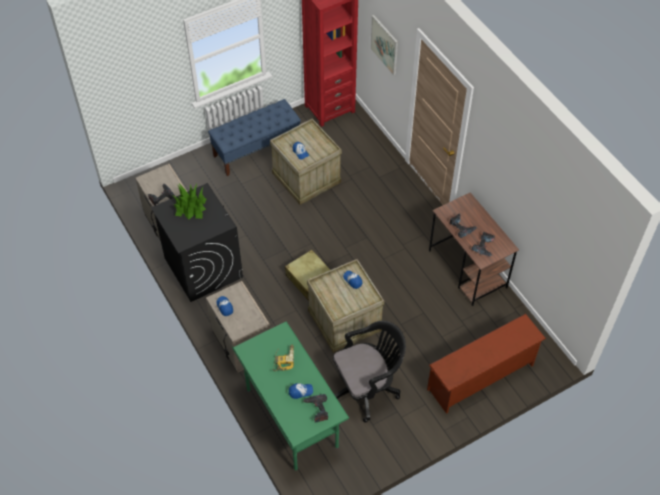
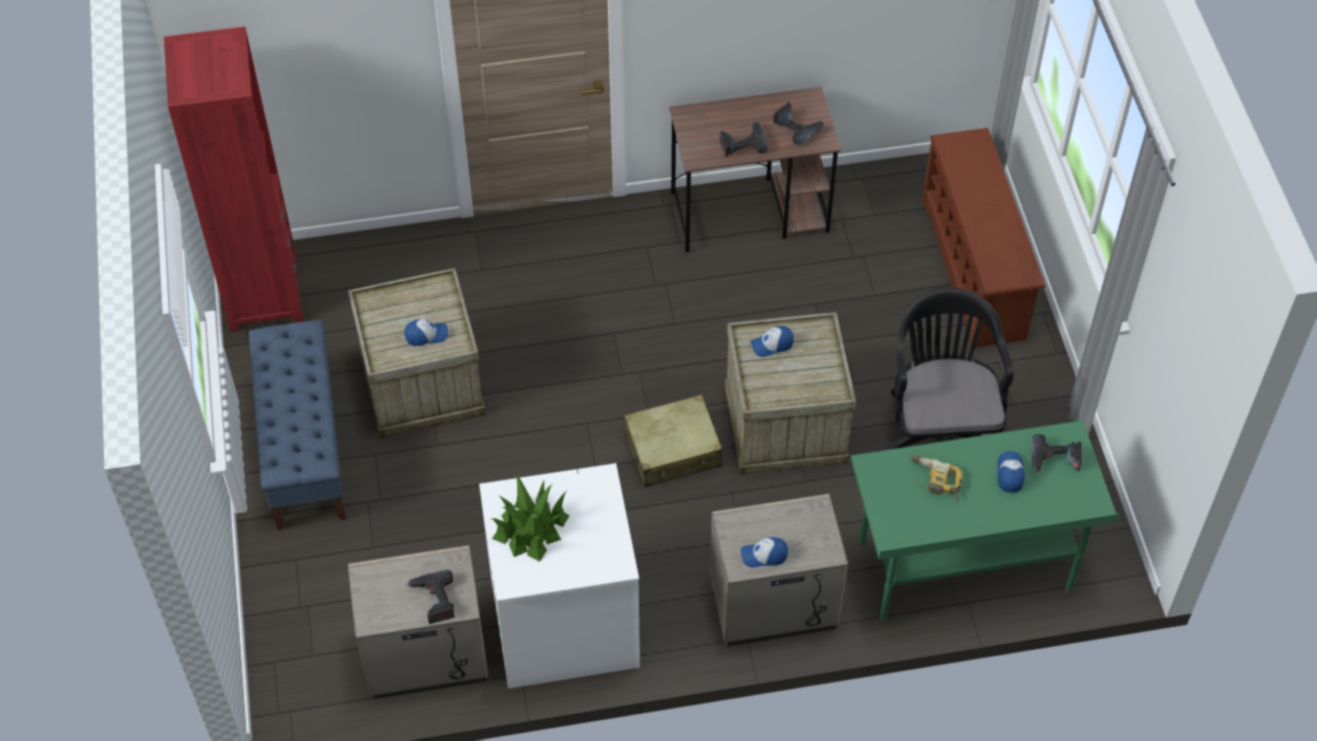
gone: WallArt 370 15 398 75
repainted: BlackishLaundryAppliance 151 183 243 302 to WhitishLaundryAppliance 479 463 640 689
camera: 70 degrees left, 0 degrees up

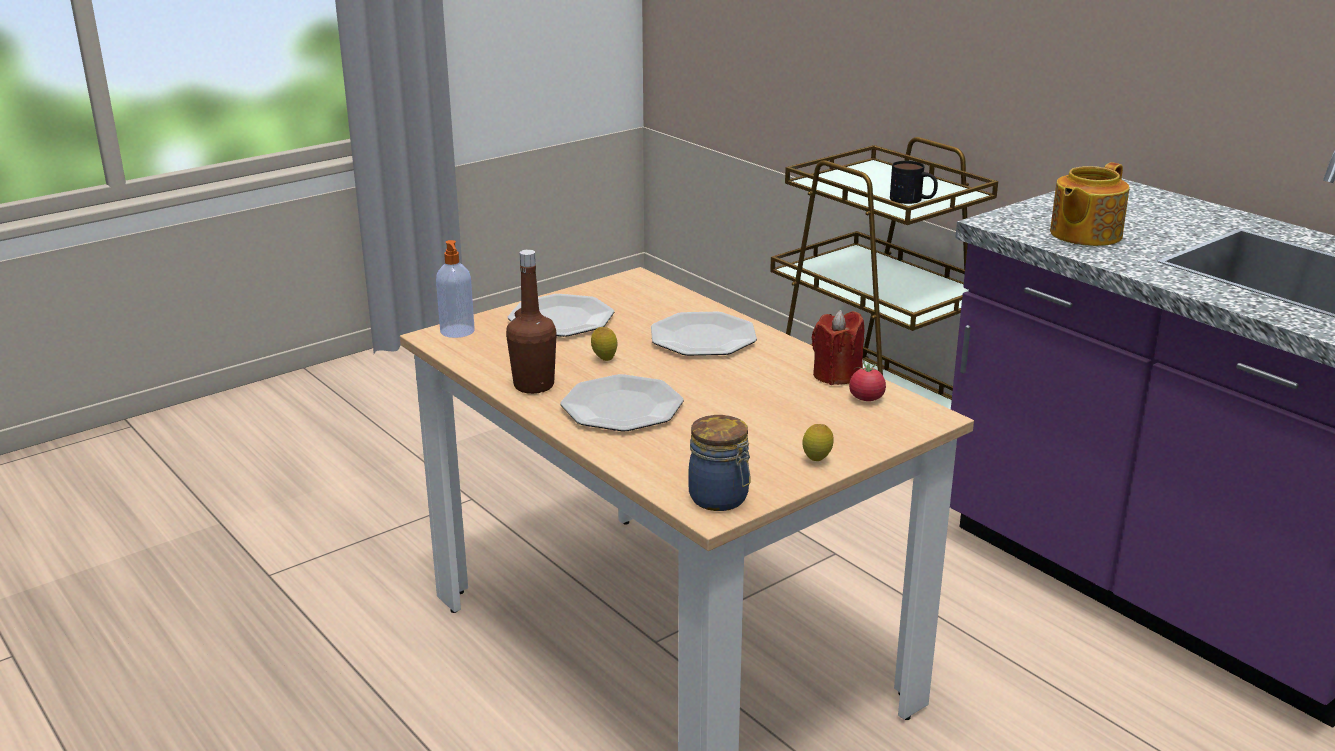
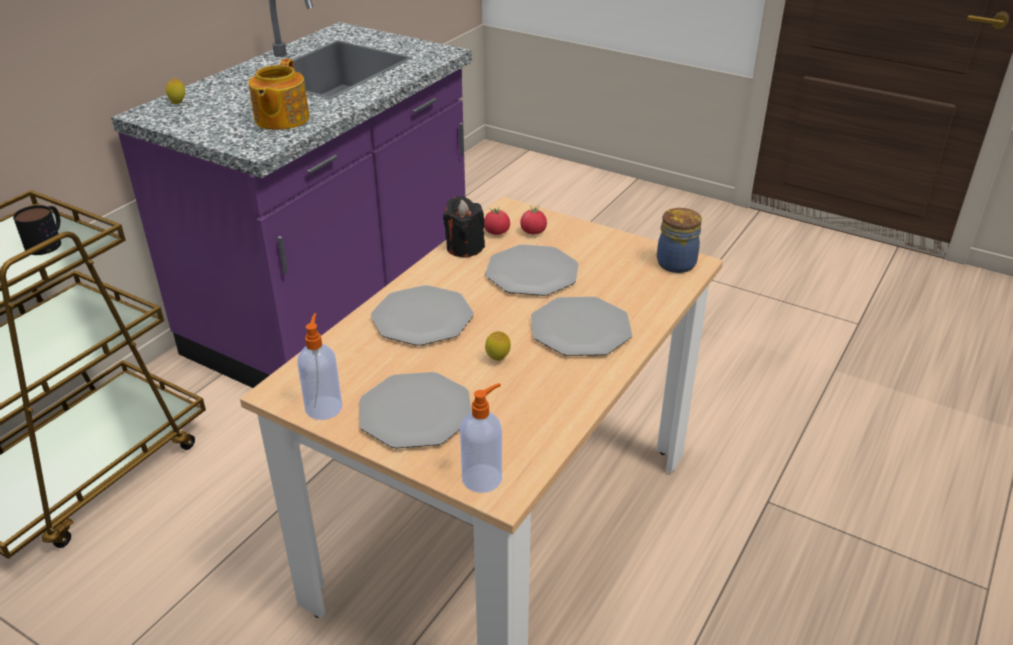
gone: BrownishDrinkBottle 506 249 557 394
new: LiquidSoapBottle 298 313 342 420; Plate 485 244 579 296; FreshTomato 520 205 547 234
shifted: WholeLemon 802 424 834 461 to 166 78 186 104
repainted: RedColouredWaxLight 812 310 864 385 to BlackishWaxLight 443 196 485 257
rotated: TeaPot 1050 162 1129 246 = 248 59 310 130 75 degrees clockwise
camera: 110 degrees left, 10 degrees up

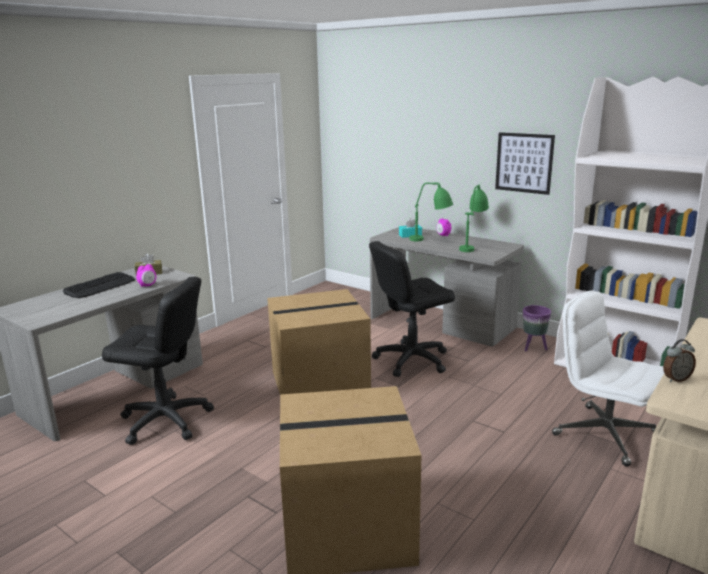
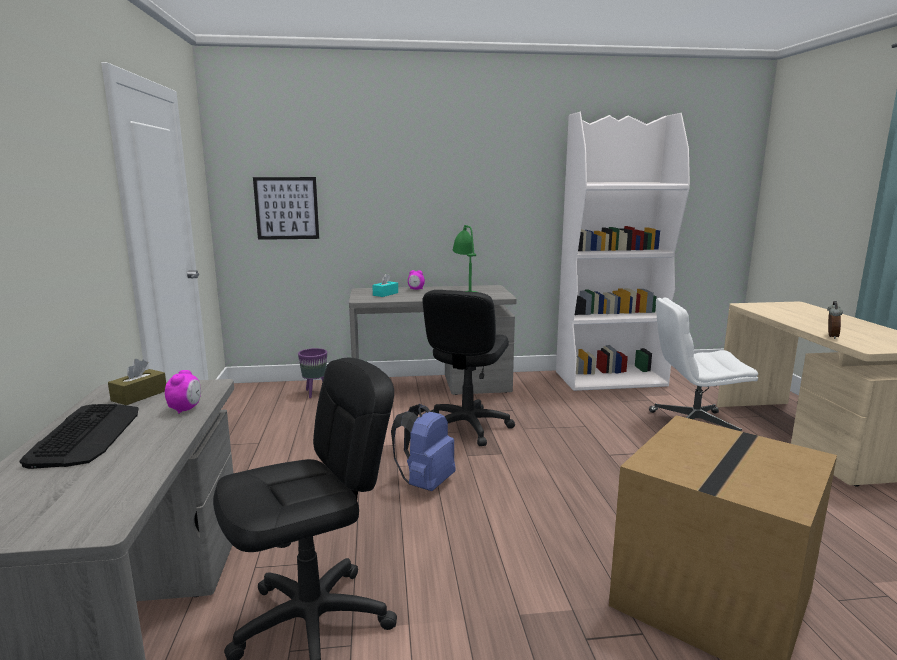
gone: GreenColouredTabletopLamp 409 183 453 241
shifted: WallArt 495 132 555 195 to 253 177 319 240; PurpleColouredPlantPot 523 305 551 352 to 298 348 327 398
swapped: Carton 267 289 371 395 to BlueBackpack 391 404 456 491
camera: 45 degrees left, 5 degrees down

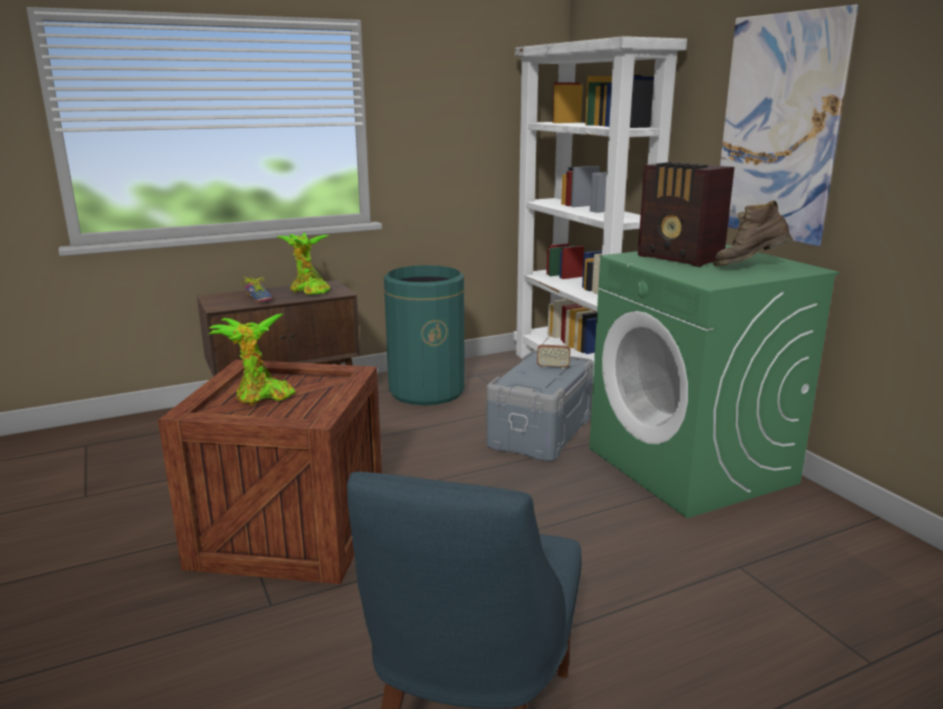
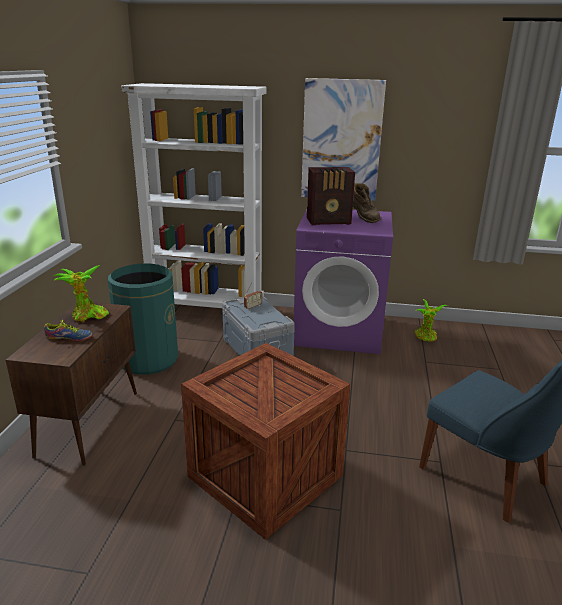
shifted: PlantInAPot 209 313 295 406 to 415 299 448 342
repainted: GreenColouredLaundryAppliance 589 245 839 518 to PurpleColouredLaundryAppliance 294 209 393 354
rotated: BrownishBoot 713 200 793 266 = 353 183 381 223 60 degrees counterclockwise
camera: 55 degrees left, 5 degrees up

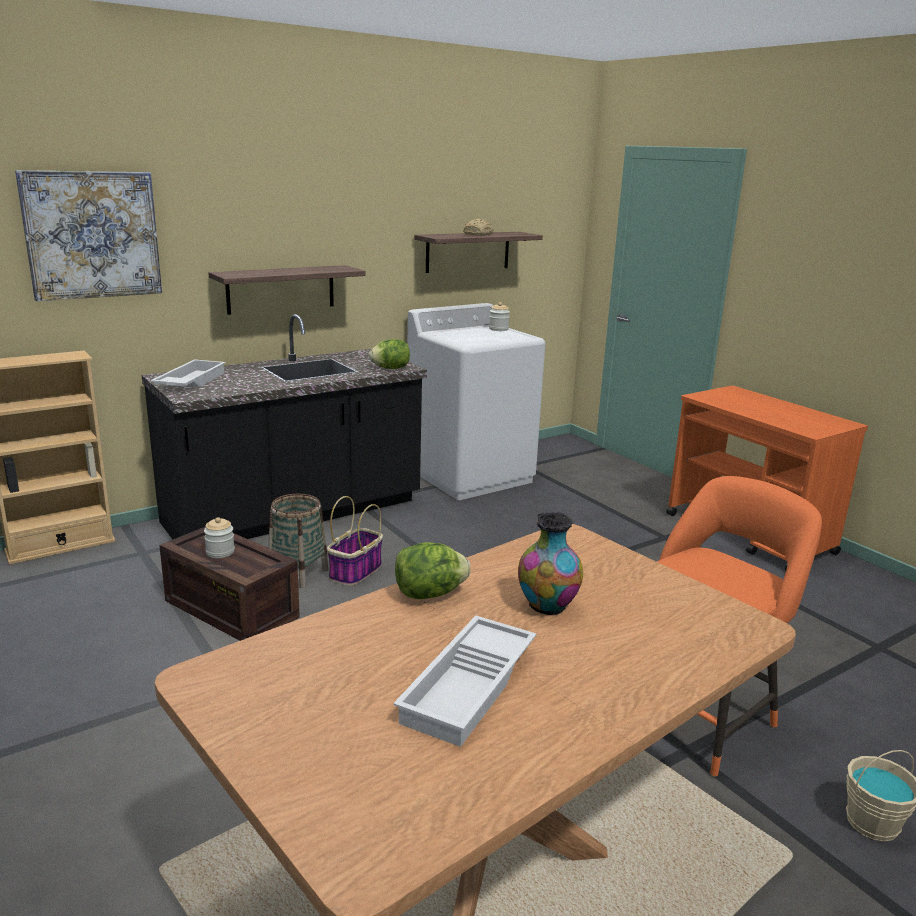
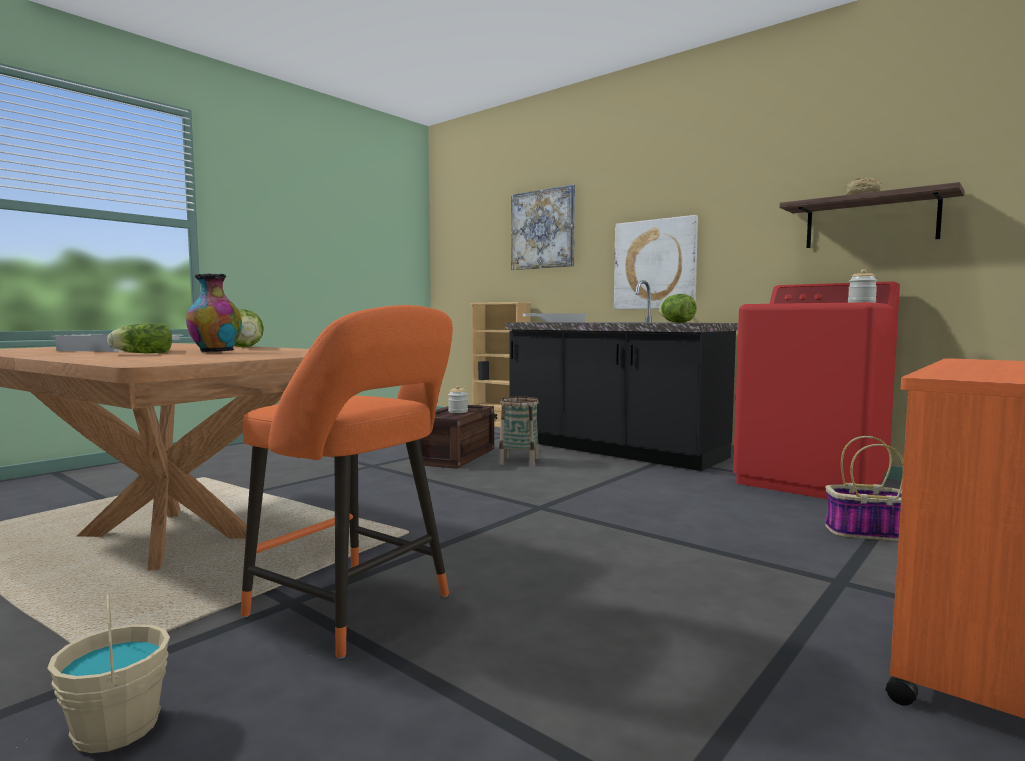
new: Lettuce 107 323 172 353
shifted: StorageBasket 327 496 383 586 to 825 436 904 541
swapped: Shelf 208 265 365 315 to WallArt 614 215 698 309
repainted: WhitishLaundryAppliance 407 303 546 500 to RedColouredLaundryAppliance 733 281 900 499
camera: 75 degrees right, 15 degrees down

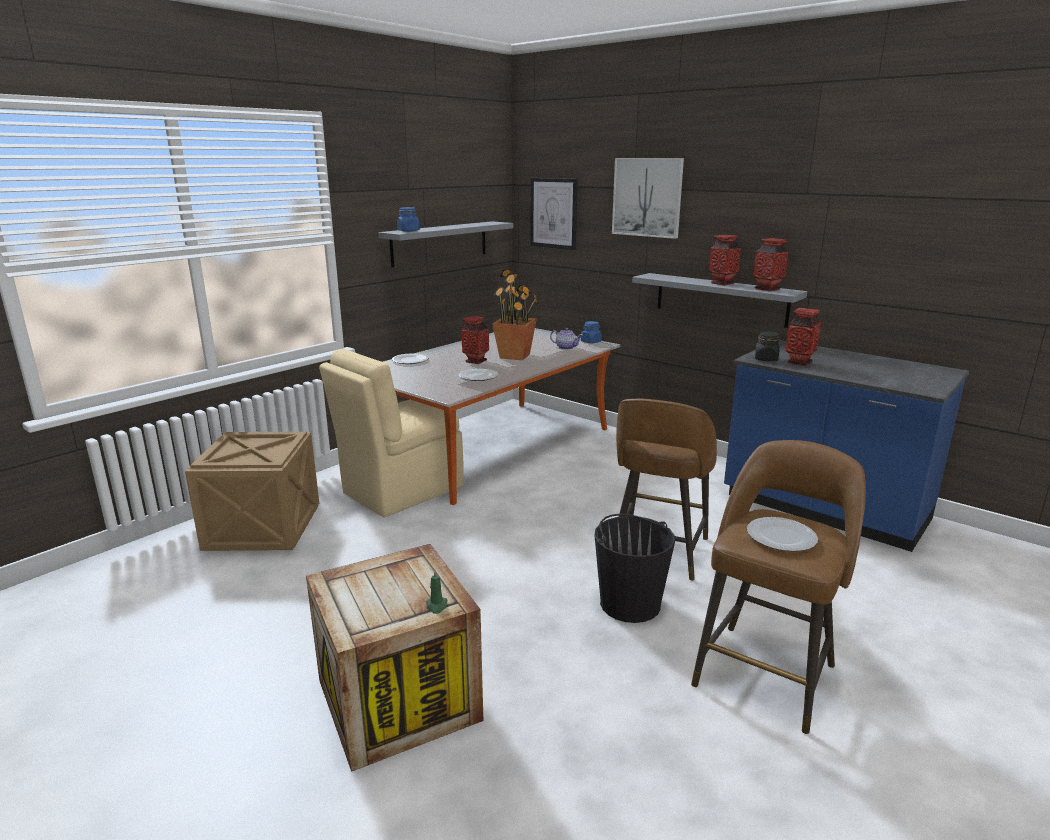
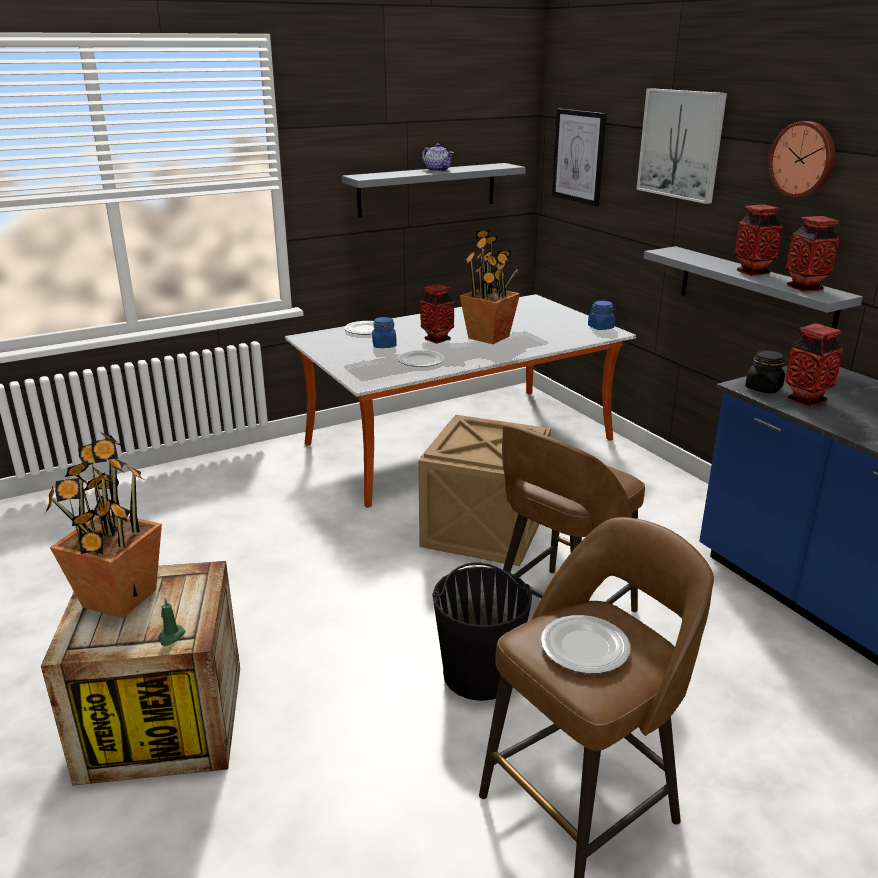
gone: SandColouredUprightChair 319 349 464 517
new: PlantInAPot 46 431 162 618; HangingClock 768 121 835 197
shifted: ShippingCrate 185 432 319 551 to 418 415 551 566; BlueStorageJar 397 207 420 232 to 372 317 397 348; TeaPot 550 328 582 350 to 422 143 454 172
camera: 20 degrees right, 5 degrees up

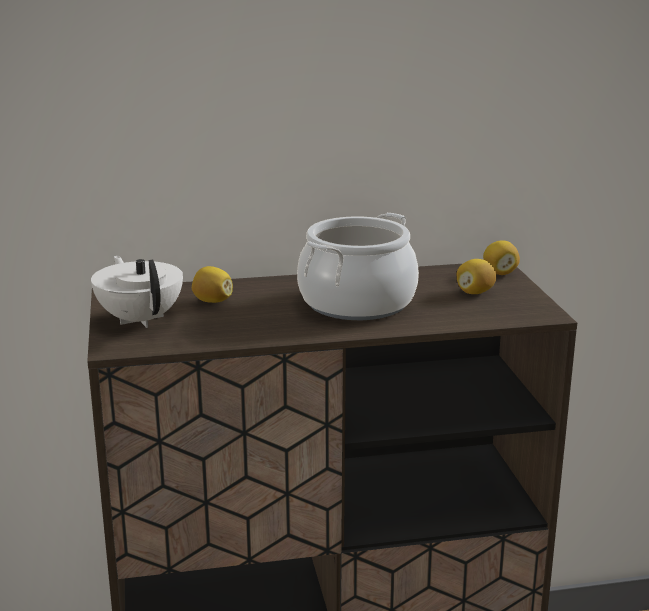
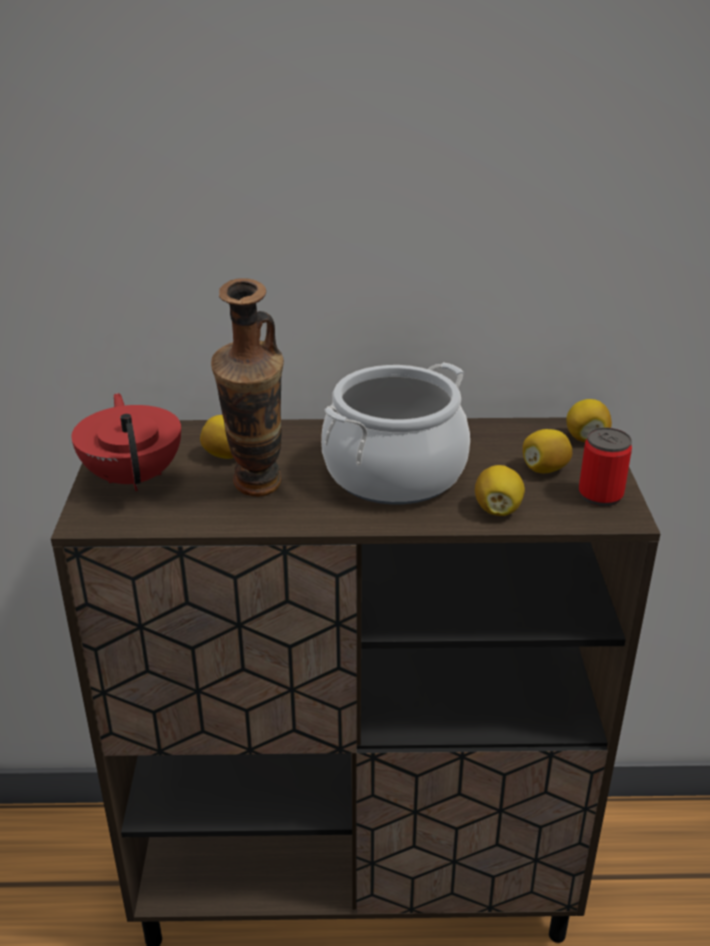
new: DecorativeVase 211 278 284 497; WholeLemon 475 465 525 516; Can 579 427 632 506
repainted: WhitishTeaPot 91 256 183 328 to RedColouredTeaPot 71 393 181 491
camera: 10 degrees right, 10 degrees up

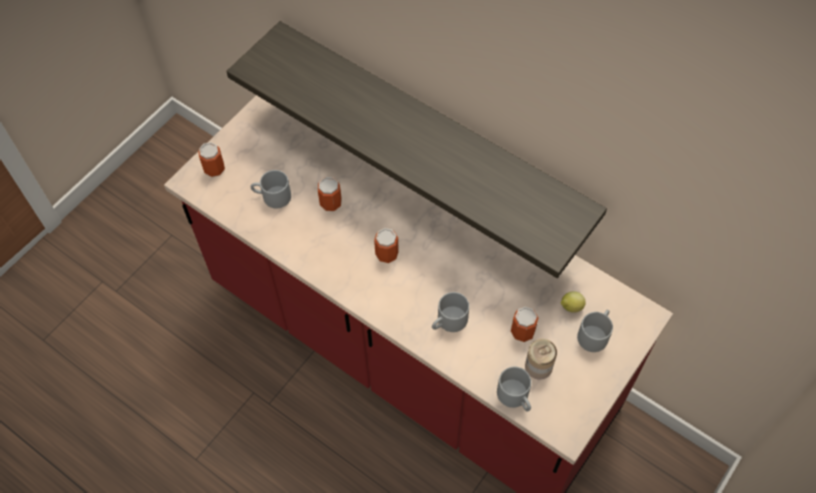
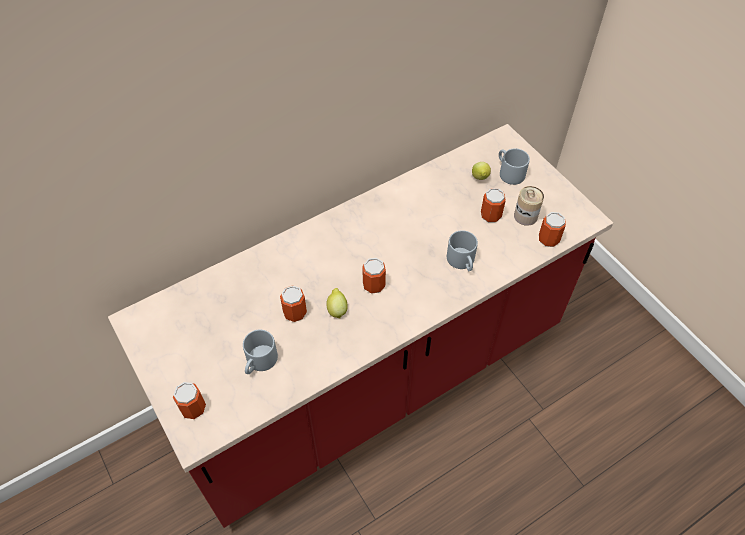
gone: Shelf 226 21 607 278
new: WholeLemon 326 288 348 319
swapped: GreyishMug 497 366 531 412 to Can 539 212 566 247
camera: 70 degrees left, 5 degrees down

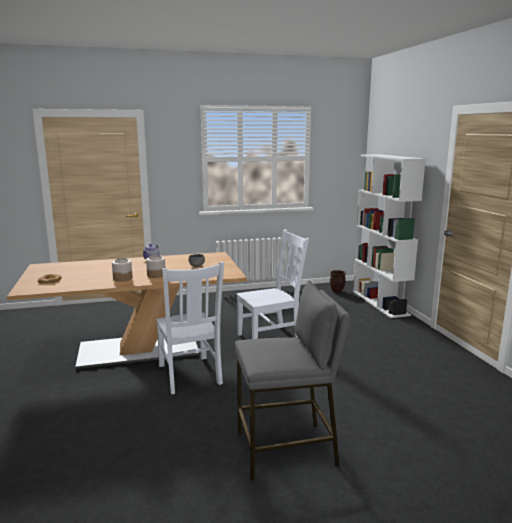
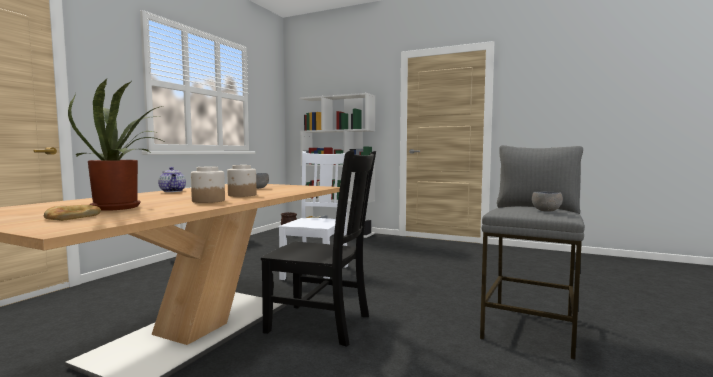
new: PlantInAPot 68 78 163 211; GreyishBowl 532 192 563 212
repainted: WhitishUprightChair 156 262 224 394 to BlackishUprightChair 261 151 376 347
camera: 50 degrees left, 10 degrees down

